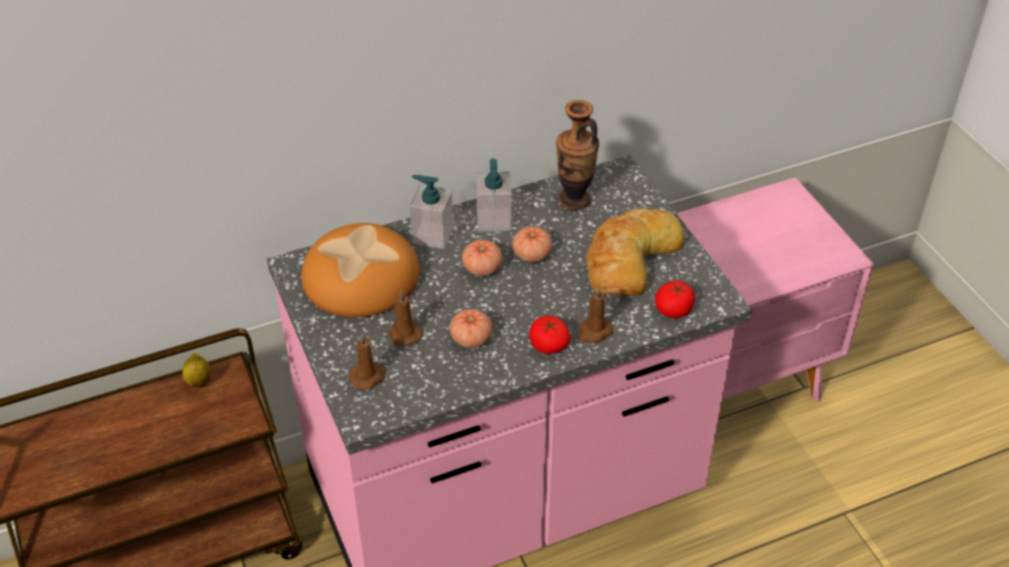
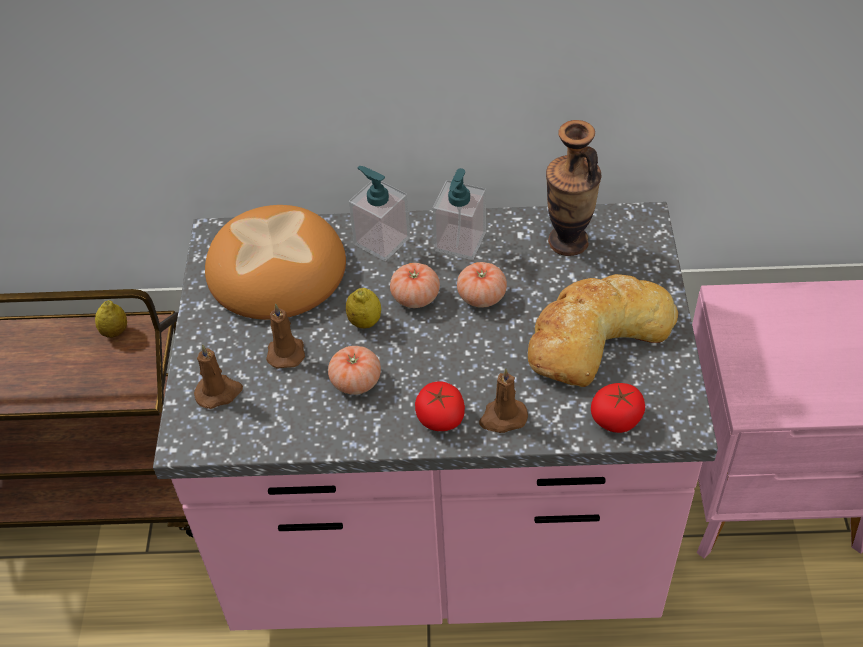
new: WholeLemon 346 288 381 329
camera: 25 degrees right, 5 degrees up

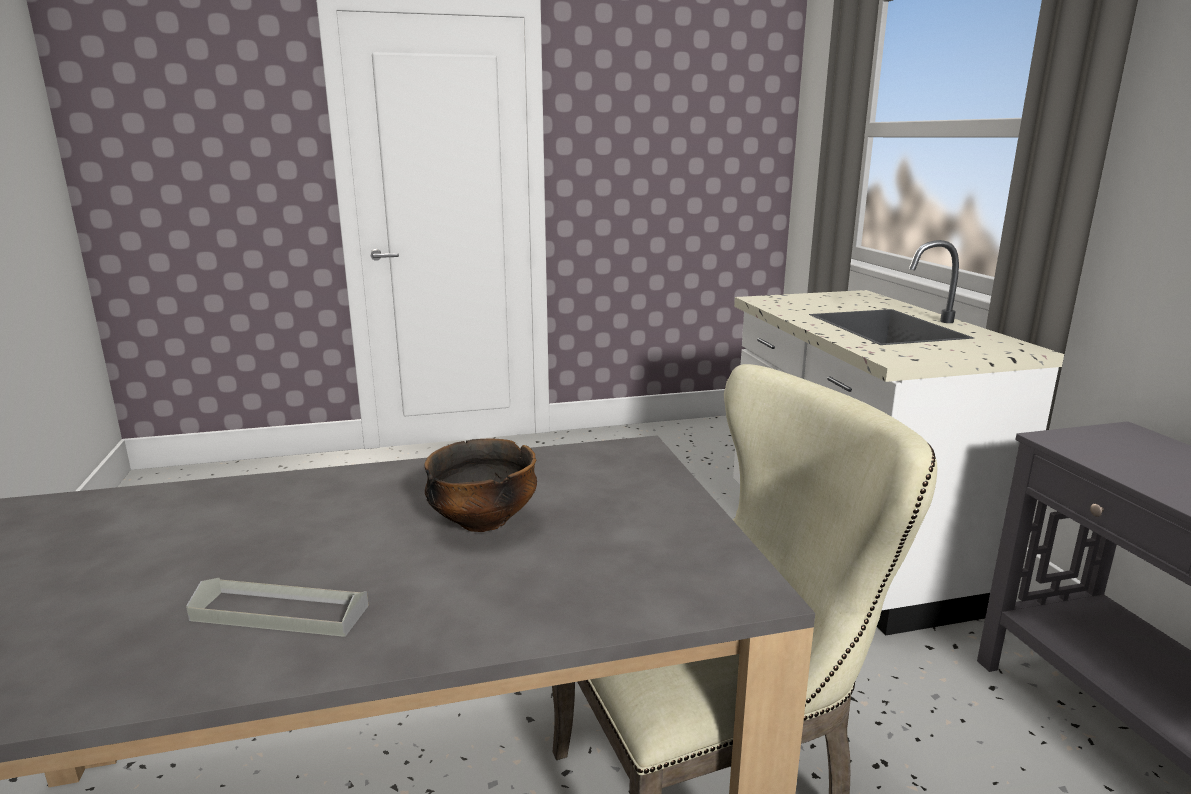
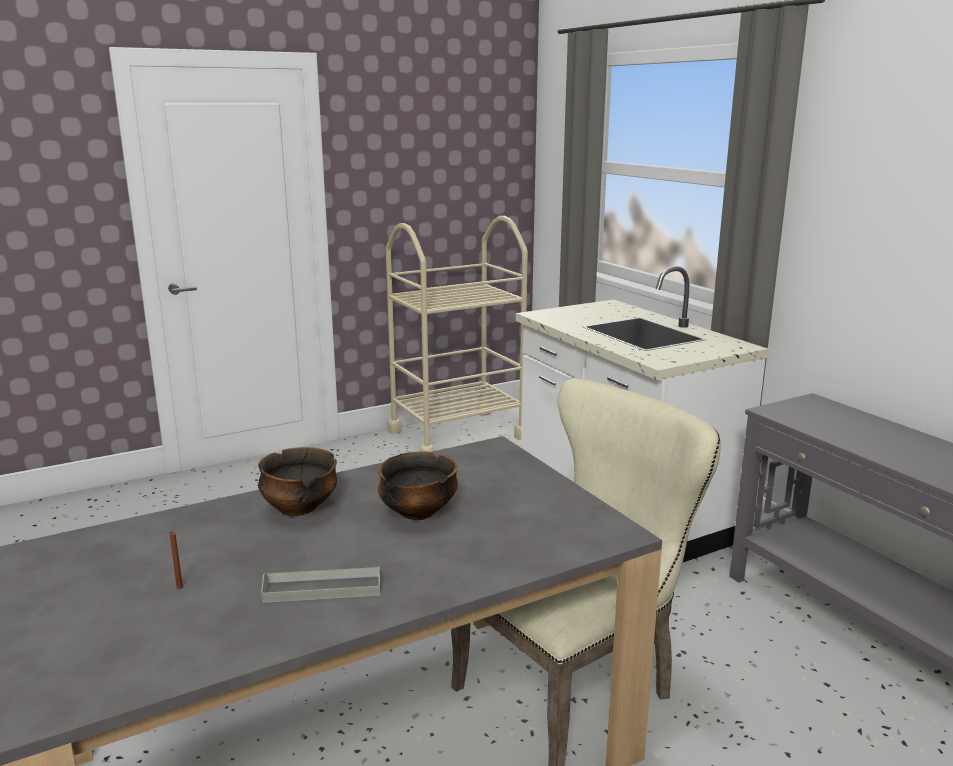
new: BrownishWaxLight 170 531 183 589; Bowl 258 447 337 516; SandColouredCart 386 216 528 452
camera: 15 degrees left, 0 degrees up

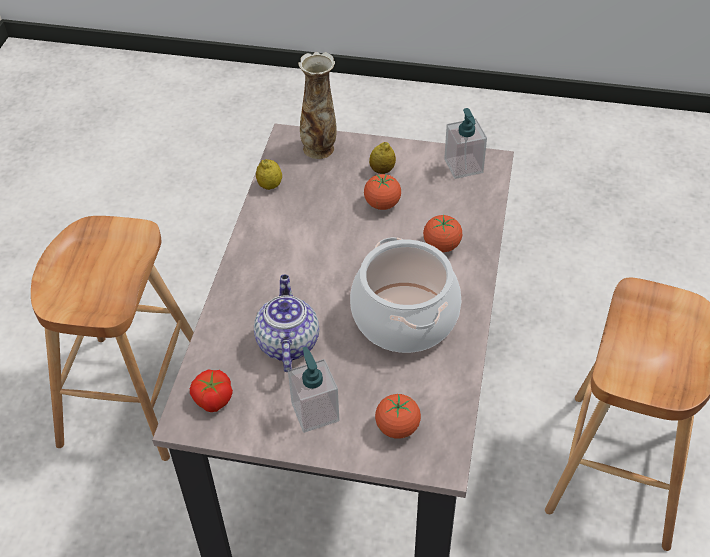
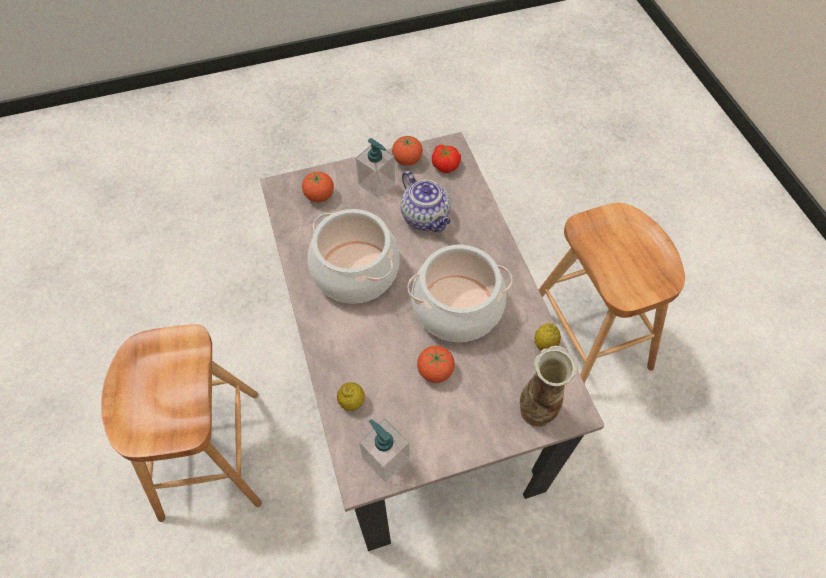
new: Stockpot 408 245 512 342
shifted: WholeLemon 369 142 396 174 to 337 382 365 411; FreshTomato 423 215 462 252 to 392 136 423 166
camera: 150 degrees right, 10 degrees up

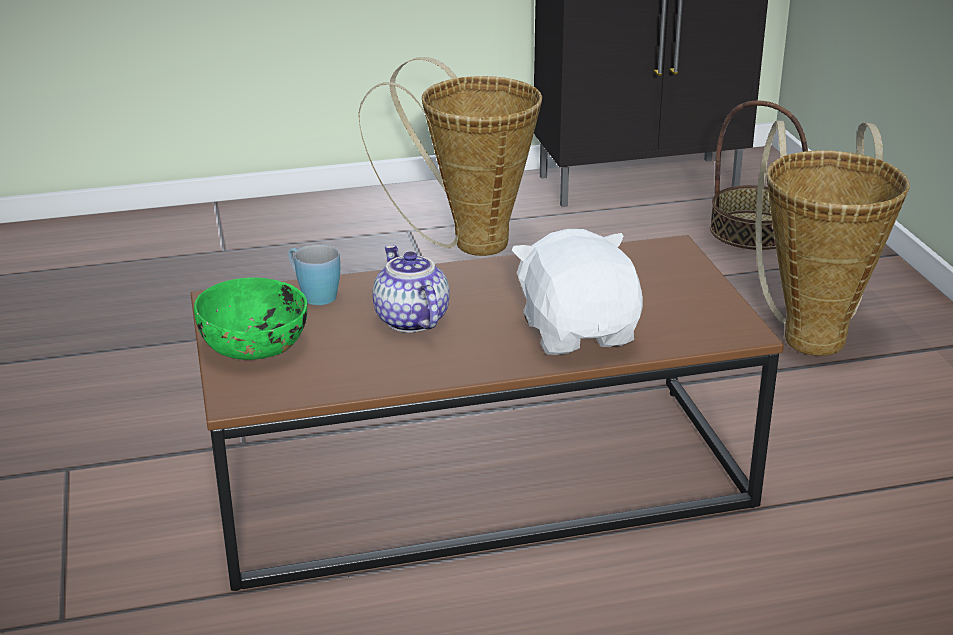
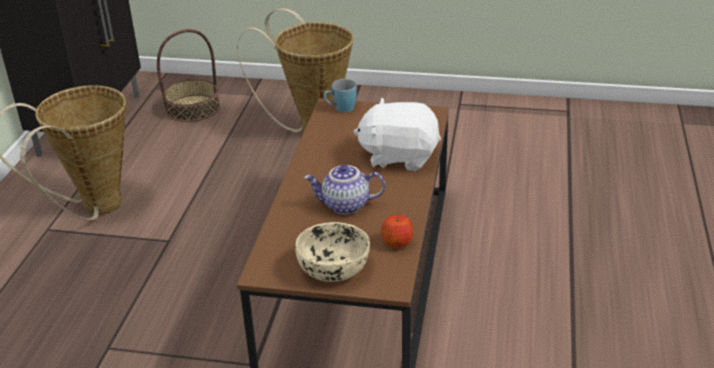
new: Apple 381 215 413 248
shifted: BlueMug 288 244 340 305 to 324 79 357 112
repainted: GreenColouredBowl 194 277 307 360 to SandColouredBowl 295 222 370 282
camera: 65 degrees left, 5 degrees up

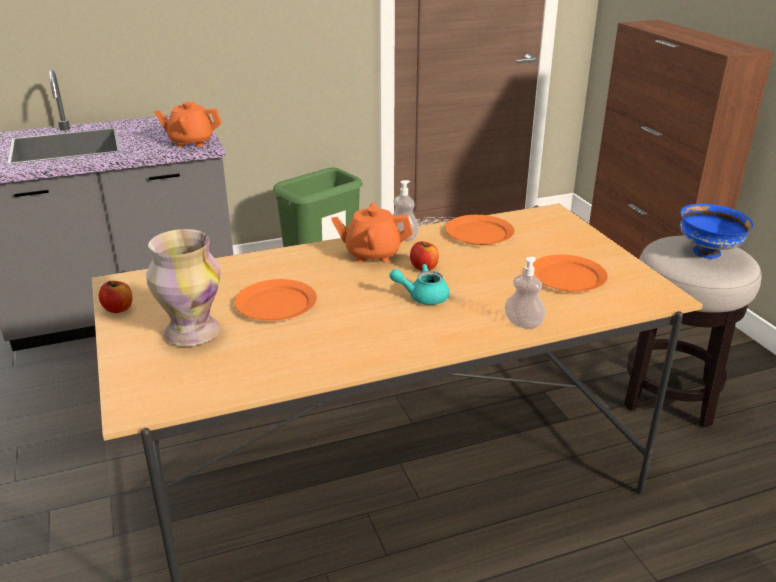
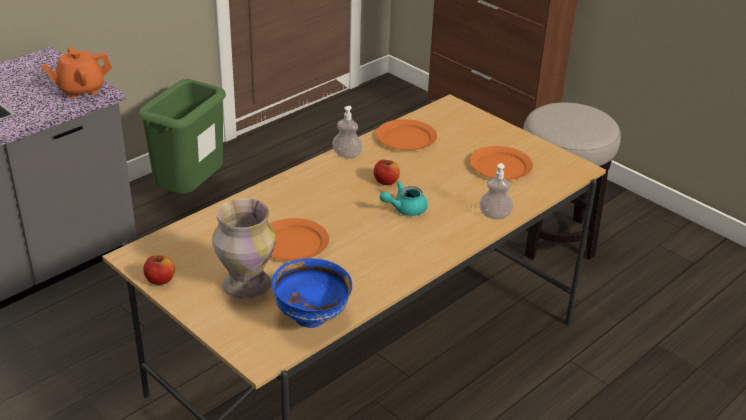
gone: OrangeTeaPot 331 203 412 262
shifted: BlueBowl 680 204 753 259 to 271 258 352 328
camera: 25 degrees left, 5 degrees up

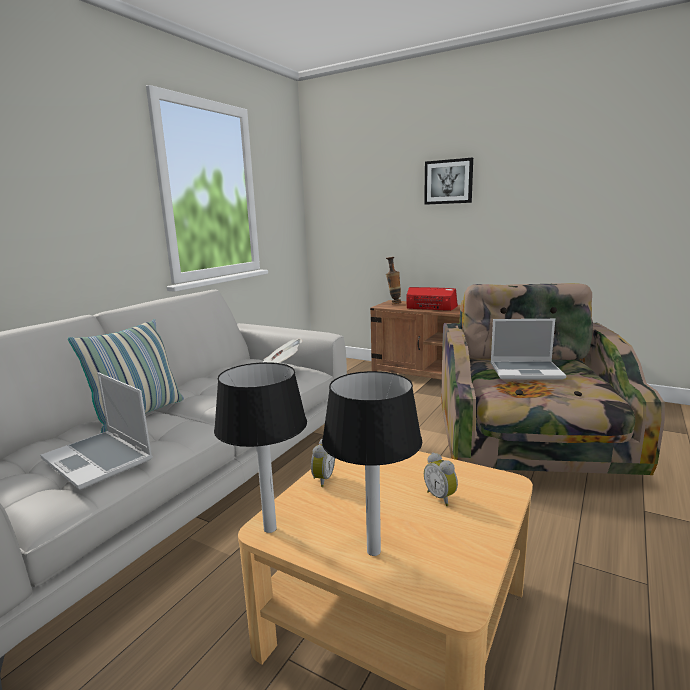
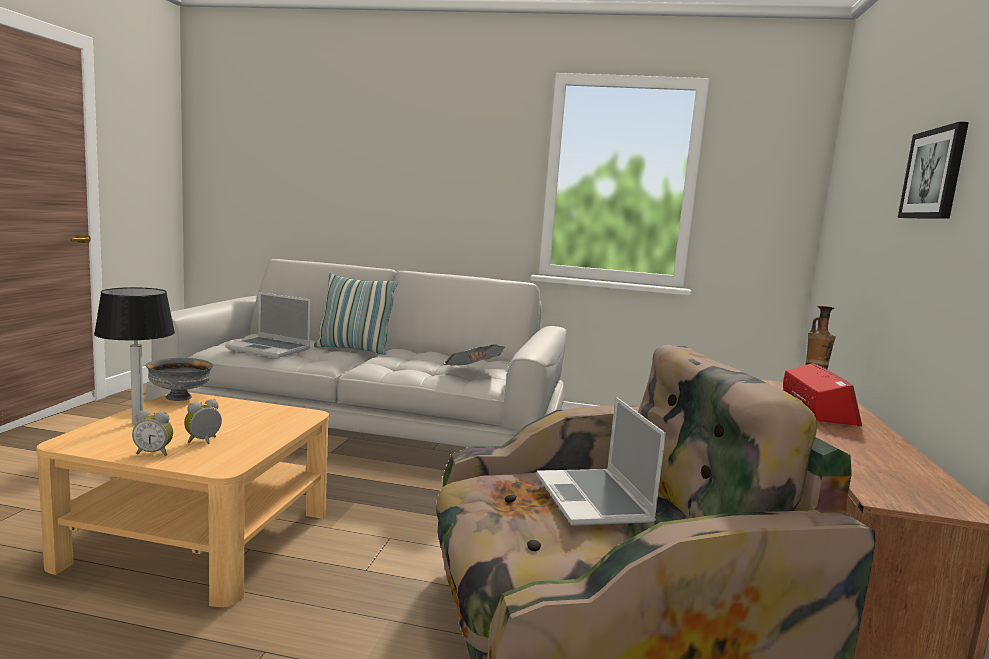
shifted: AlarmClock 311 438 335 487 to 132 410 173 456
swapped: TabletopLamp 214 362 307 533 to GreyishBowl 145 358 213 401
rotated: NotebookComputer 40 372 153 490 = 225 292 311 358 90 degrees counterclockwise
camera: 70 degrees right, 5 degrees down

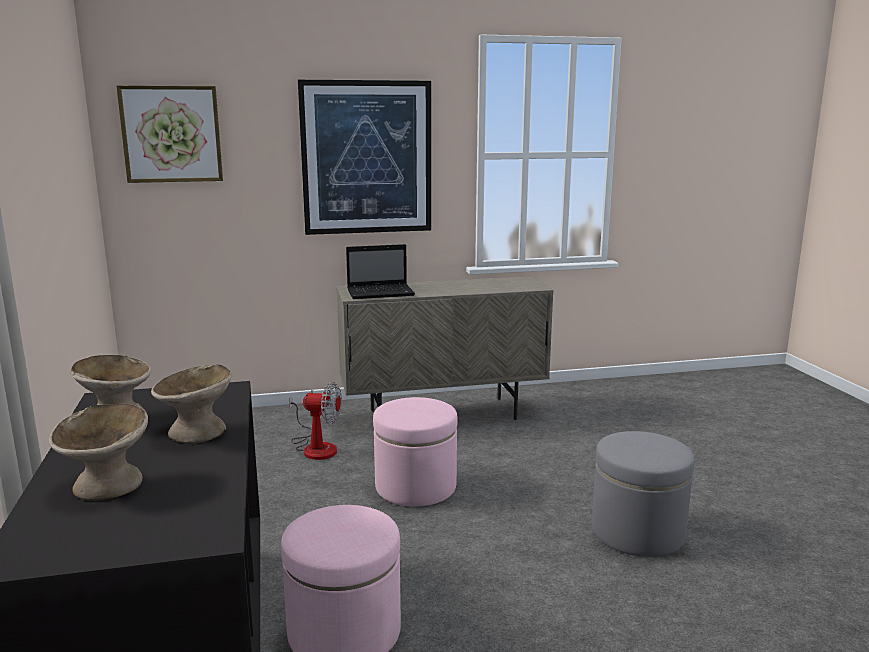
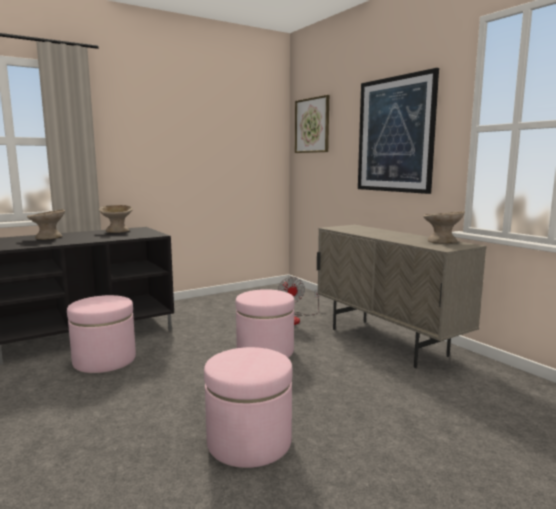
gone: NotebookComputer 346 244 415 299
shifted: SandColouredBowl 151 364 232 443 to 423 211 465 244
repainted: GreyishOttoman 592 431 695 557 to PinkishOttoman 204 347 293 468
camera: 70 degrees right, 5 degrees down

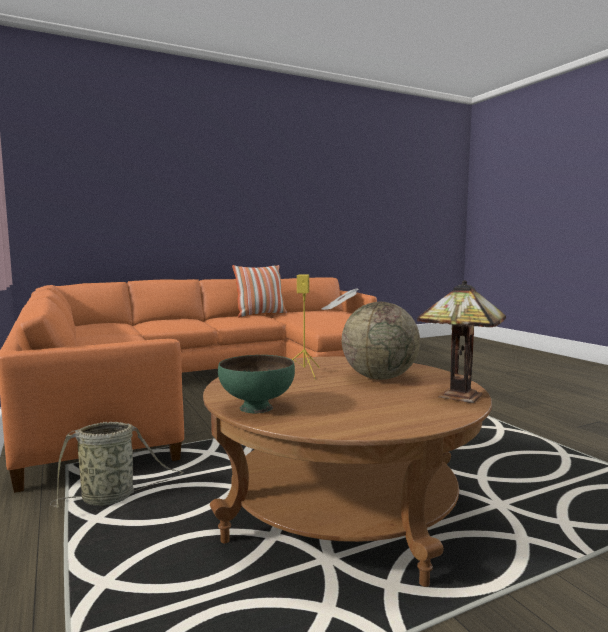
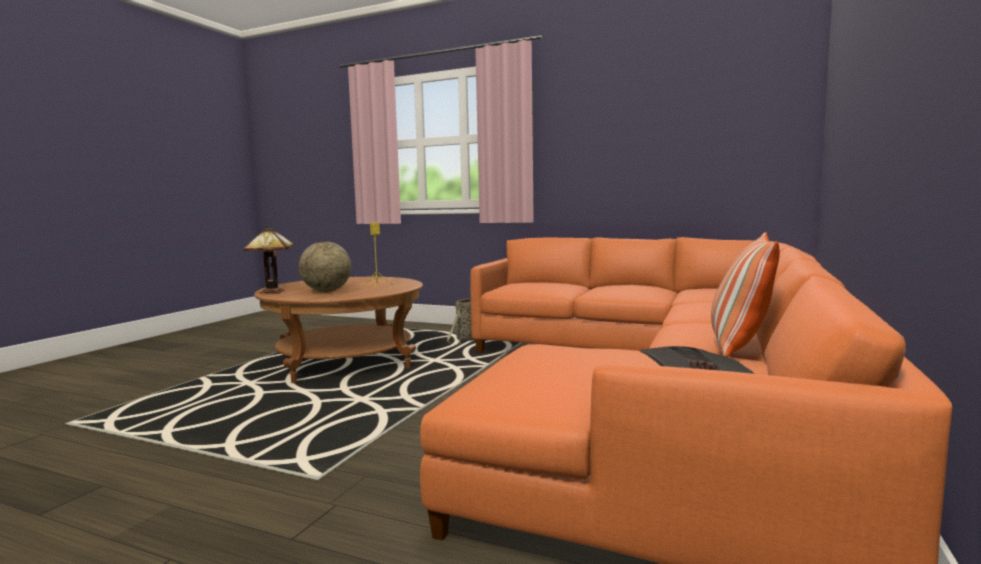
gone: GreenColouredBowl 218 355 295 413
camera: 140 degrees right, 0 degrees up

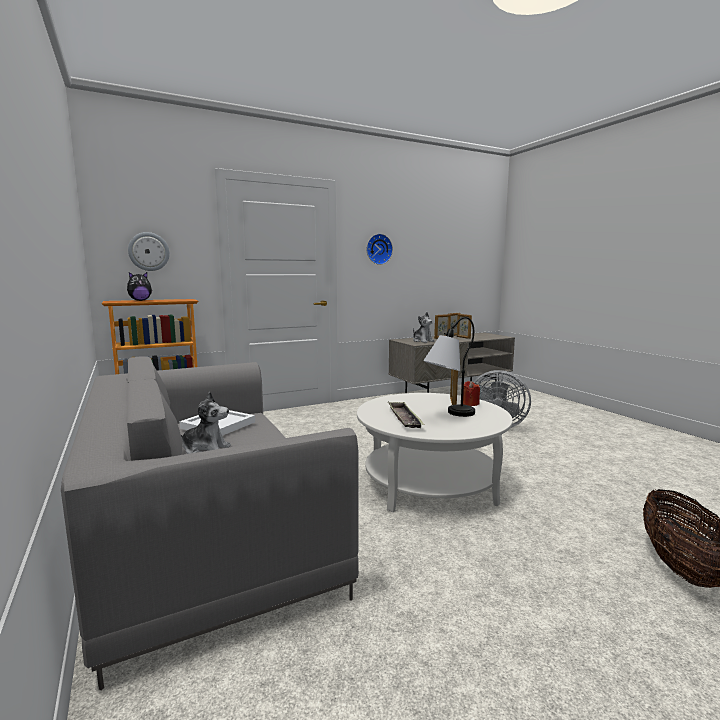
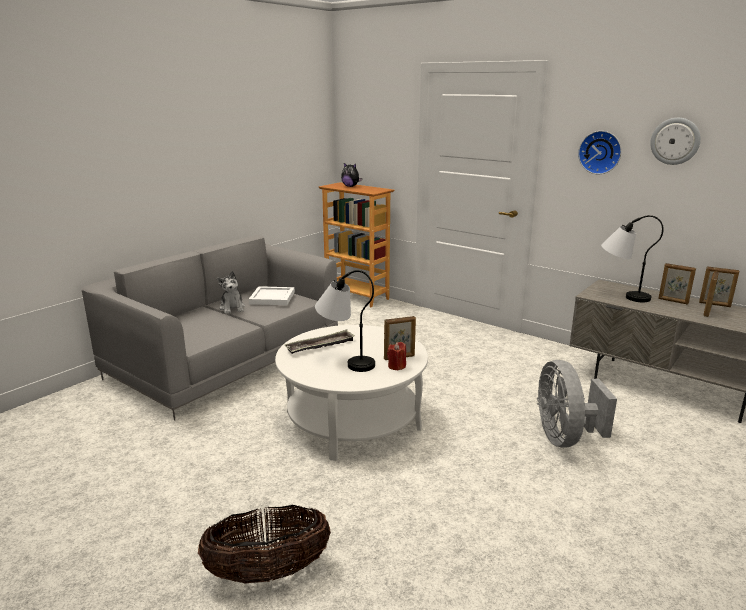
shifted: HangingClock 128 232 170 271 to 650 118 701 165
swapped: CuddlyToy 413 312 434 343 to TabletopLamp 601 215 664 302
camera: 65 degrees right, 10 degrees up

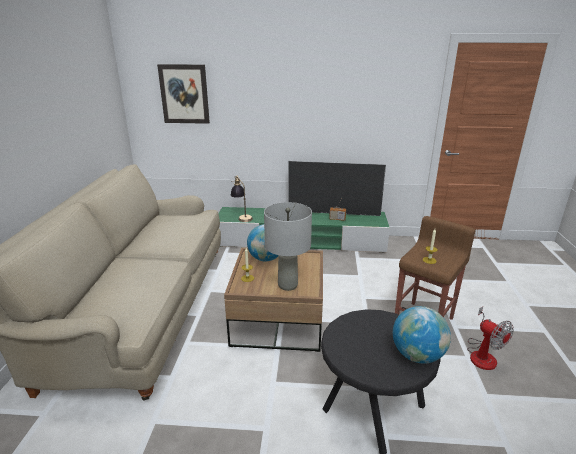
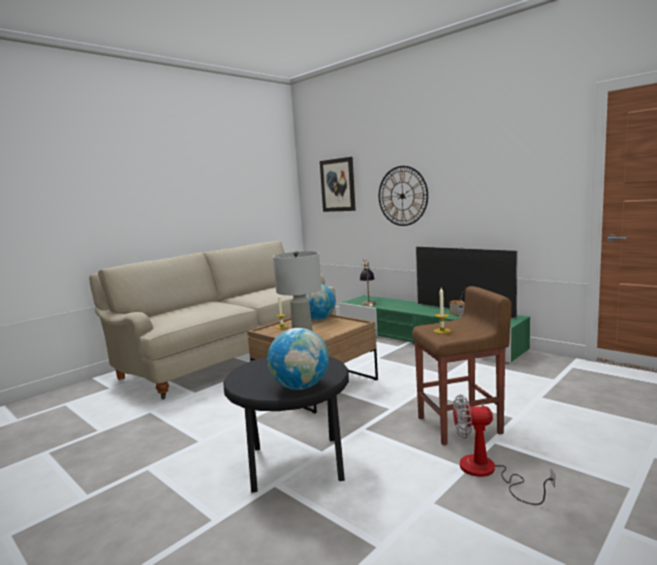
new: HangingClock 379 166 428 226
rotated: ElectricFan 467 307 514 370 = 453 394 555 505 90 degrees clockwise
camera: 40 degrees right, 15 degrees down

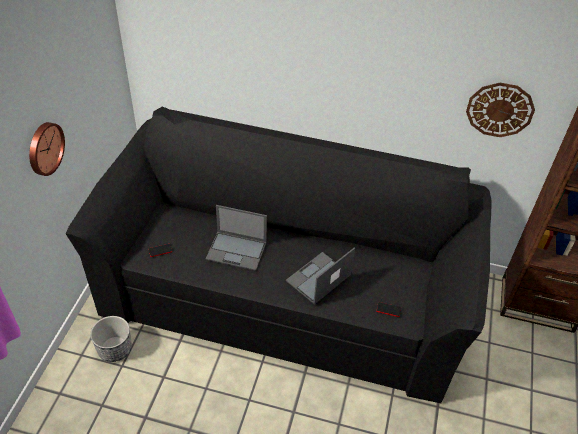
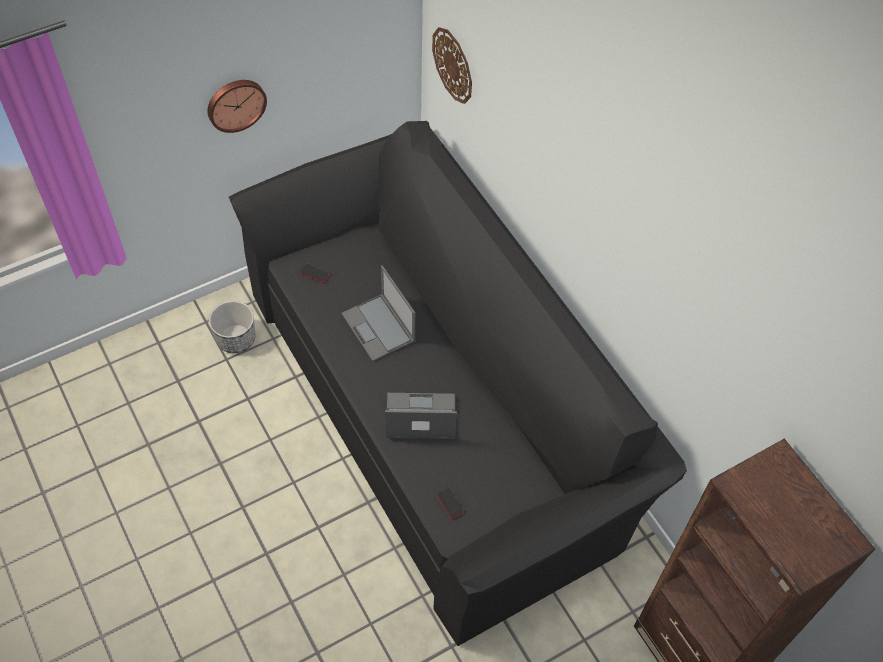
shifted: HangingClock 466 83 535 137 to 432 27 472 104
camera: 45 degrees right, 10 degrees up

